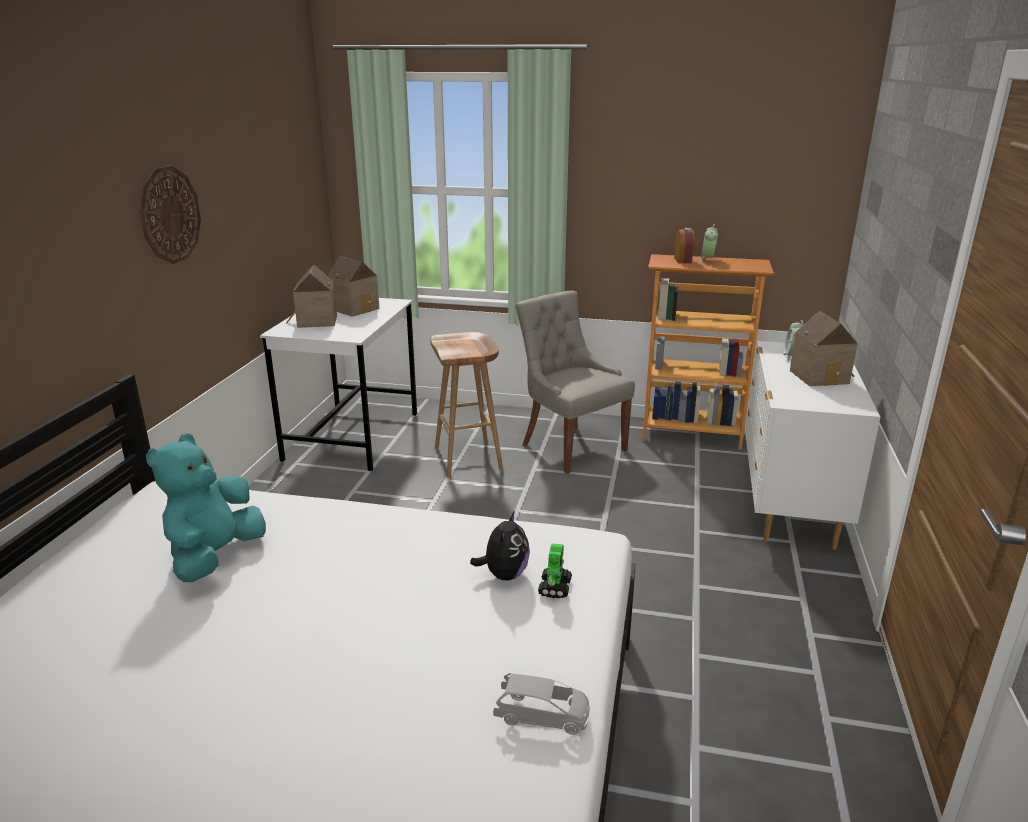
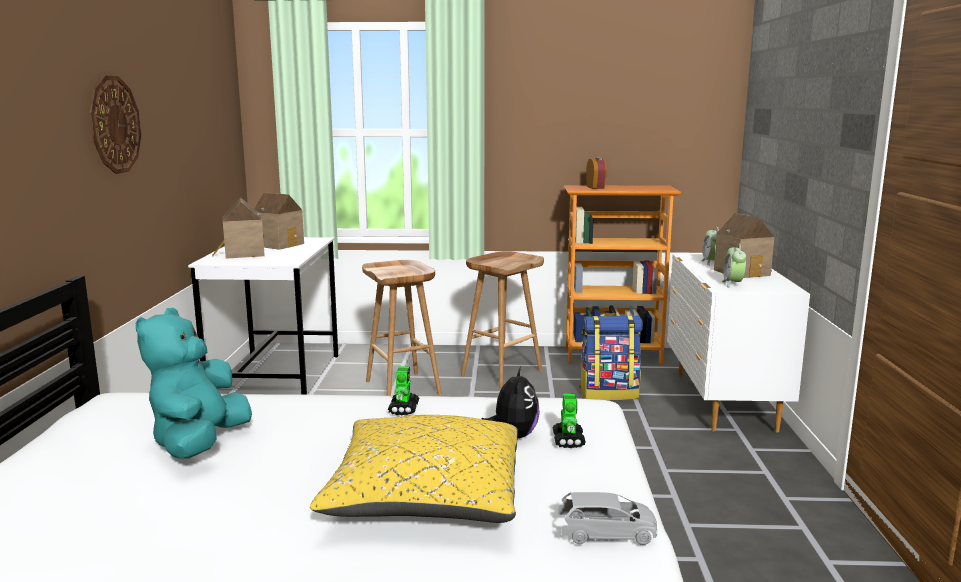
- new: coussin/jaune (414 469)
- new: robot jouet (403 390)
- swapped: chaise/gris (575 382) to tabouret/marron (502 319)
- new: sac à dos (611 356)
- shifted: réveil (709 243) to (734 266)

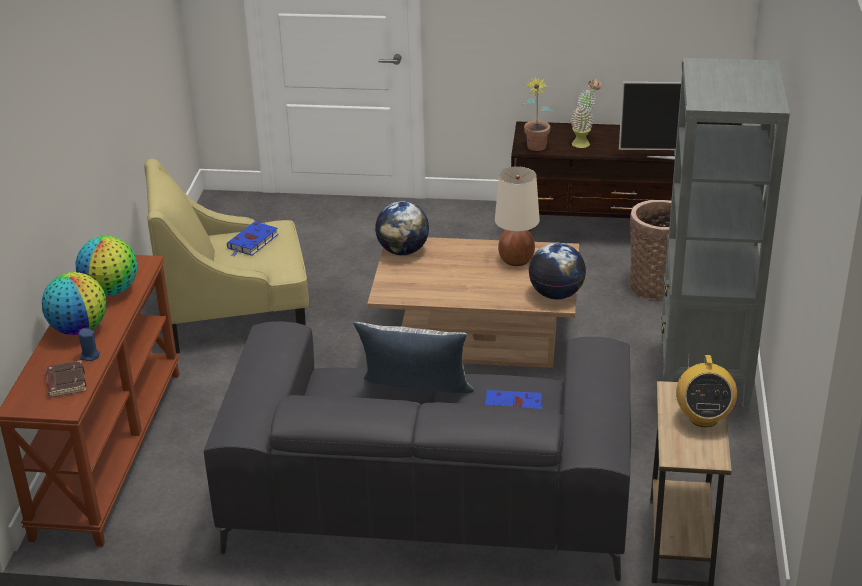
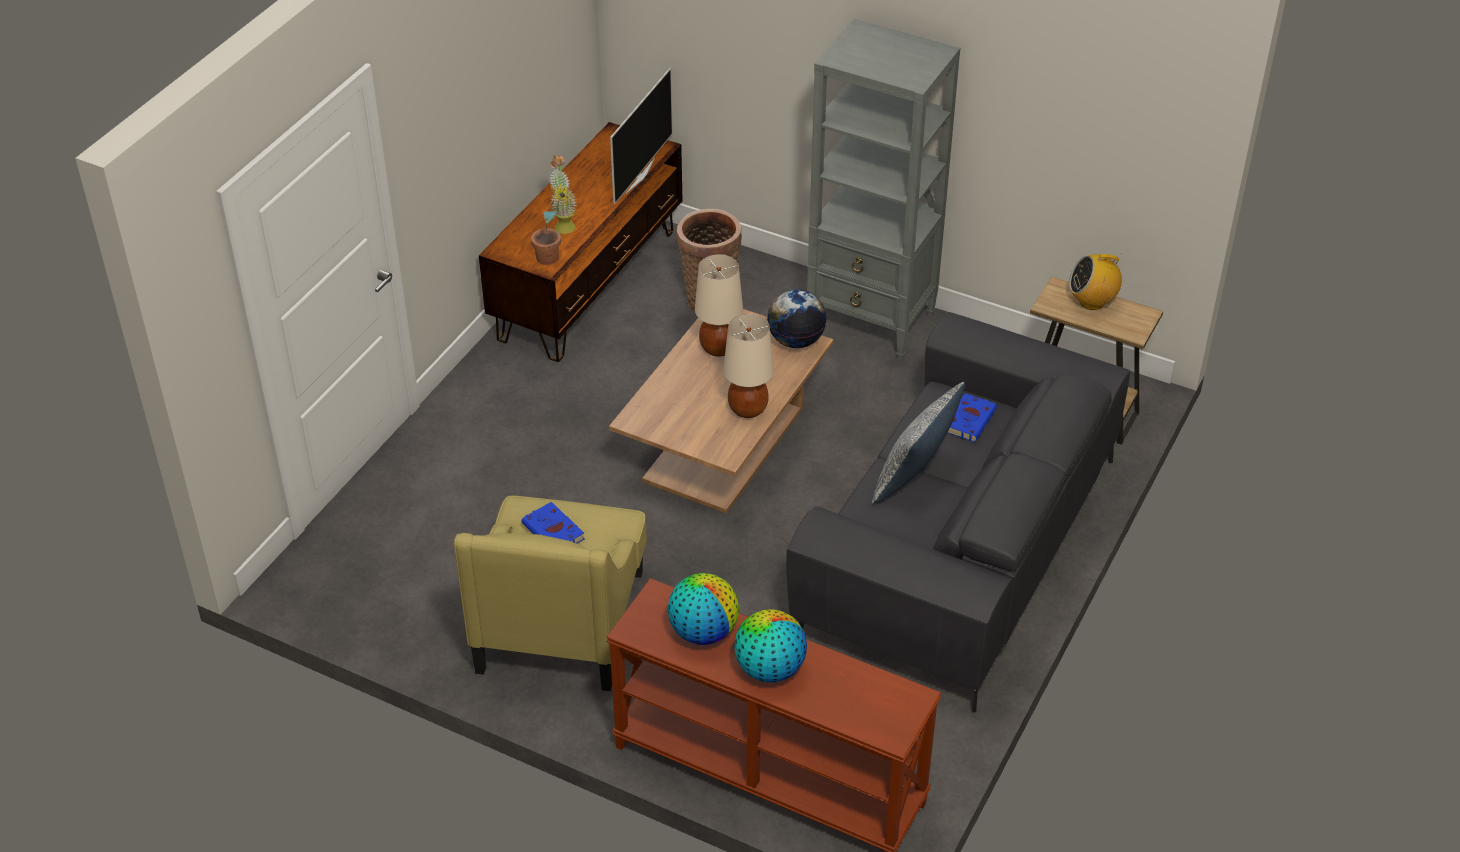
- new: lampe de table/beige (748 366)
- rotated: radio (706 391) = (1095 281) 150 degrees clockwise
- gone: livre/marron (66 378)
- gone: bougie/bleu (89 344)
- gone: globe (402 228)

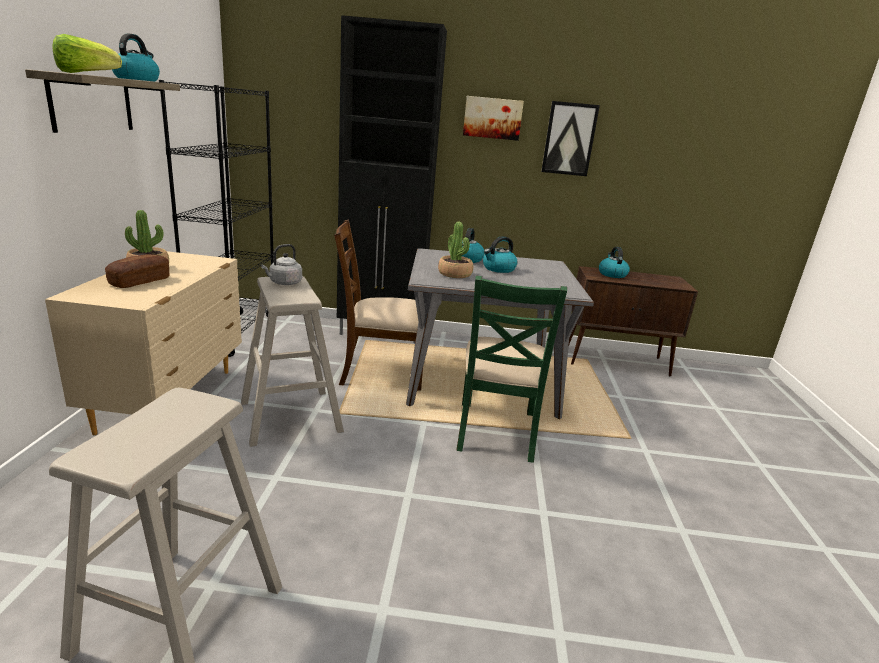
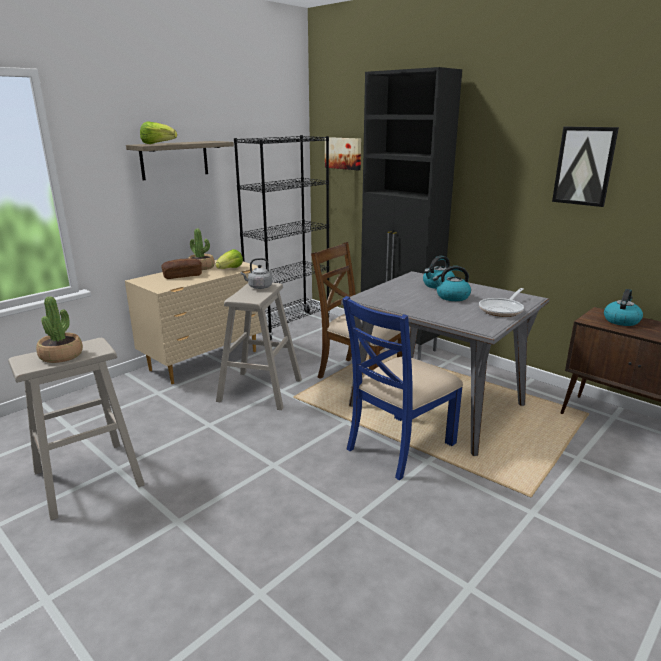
- shifted: plante en pot (455 250) to (59 329)
- new: laitue (229 259)
- shifted: tableau (493 118) to (343 153)
- repainted: chaise/vert (511 369) to chaise/bleu (402 388)
- new: poêle (501 302)
- gone: bouilloire (136 57)

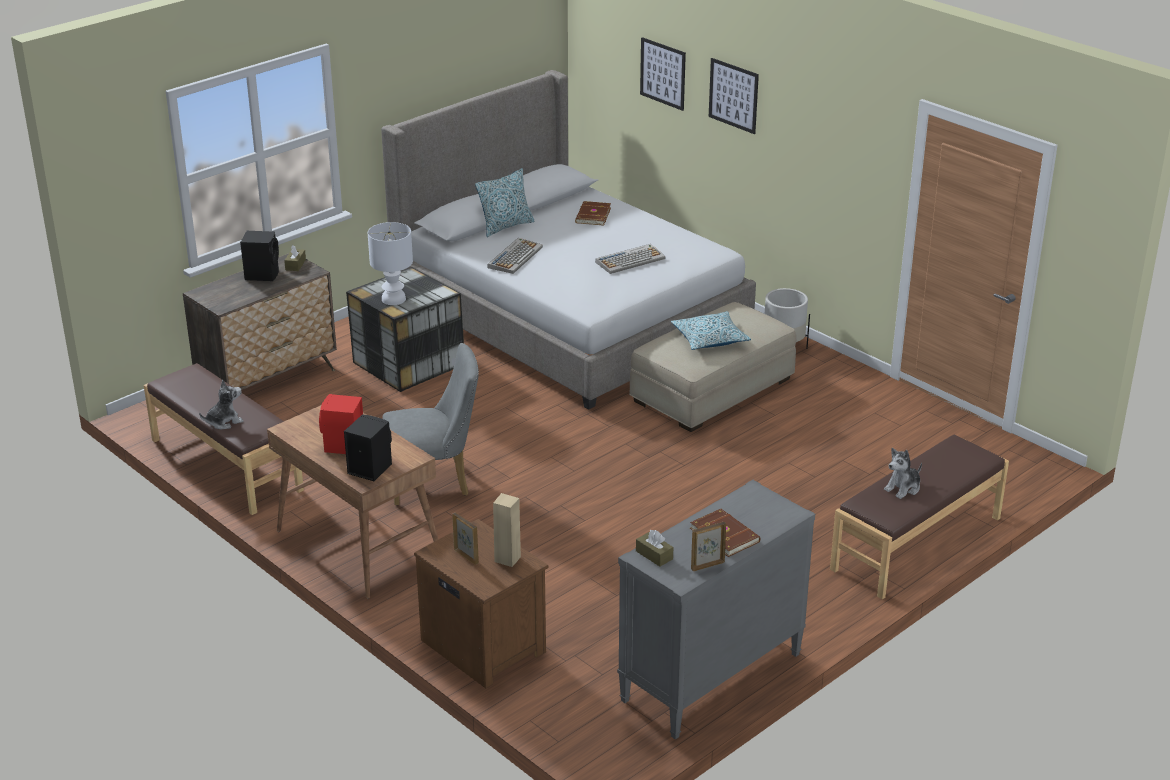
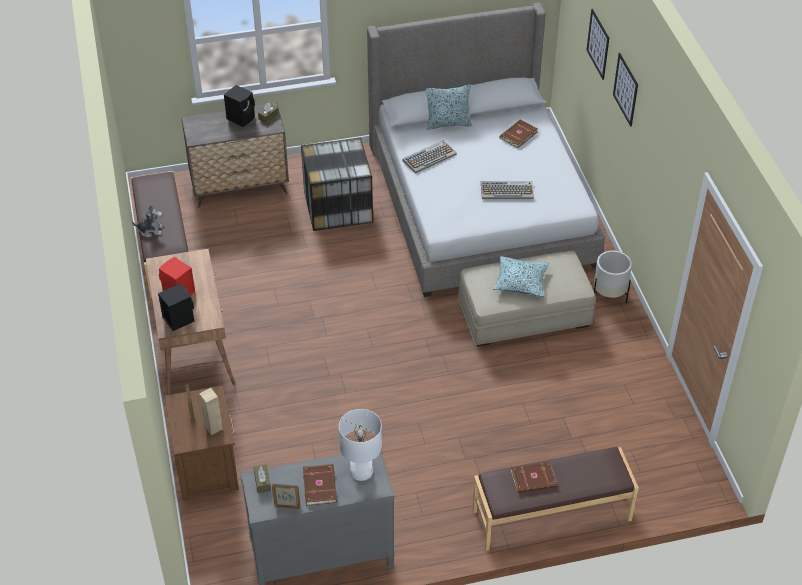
- shifted: lampe de table/blanc (390 263) to (360 445)
- swapped: peluche (903 473) to livre/marron (534 477)
- gone: chaise/gris (430 424)

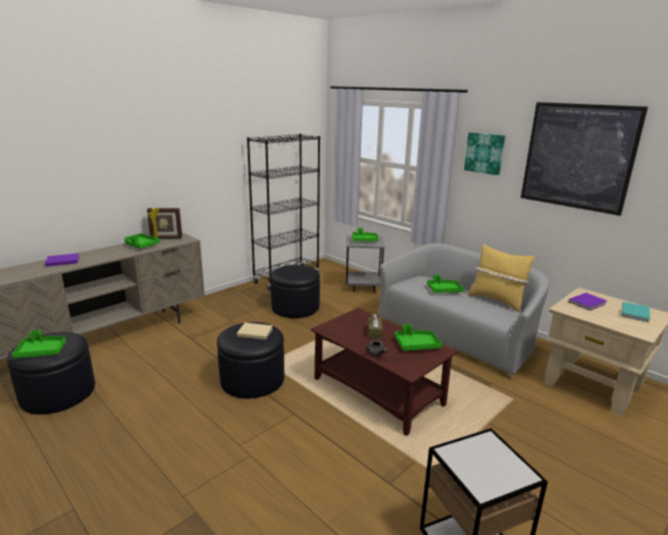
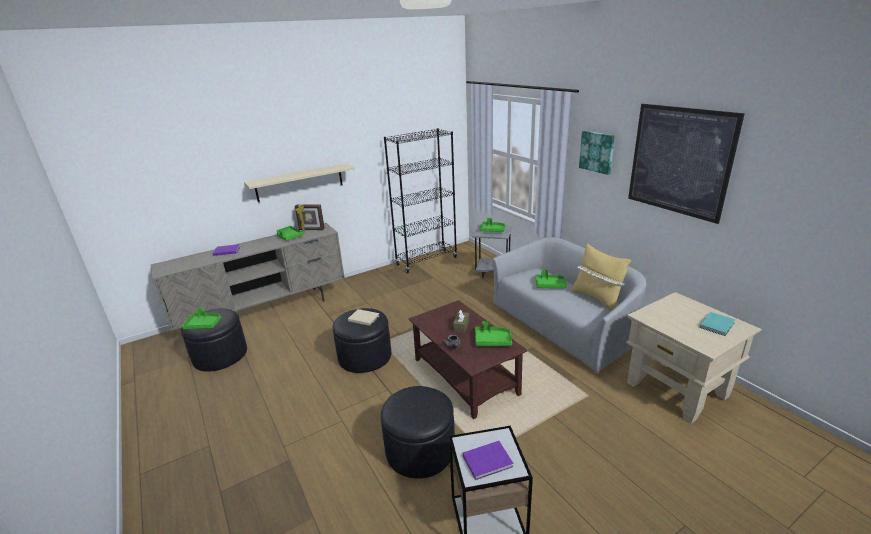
- new: étagère/beige (299 182)
- shifted: pouf/noir (295 291) to (417 432)
- shifted: livre/violet (588 302) to (488 460)

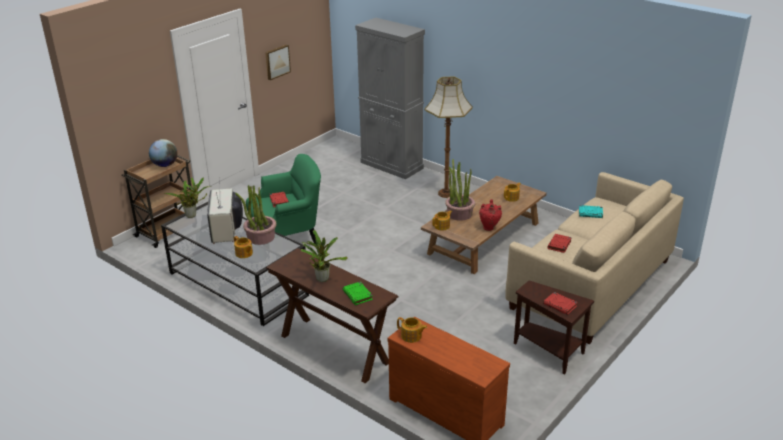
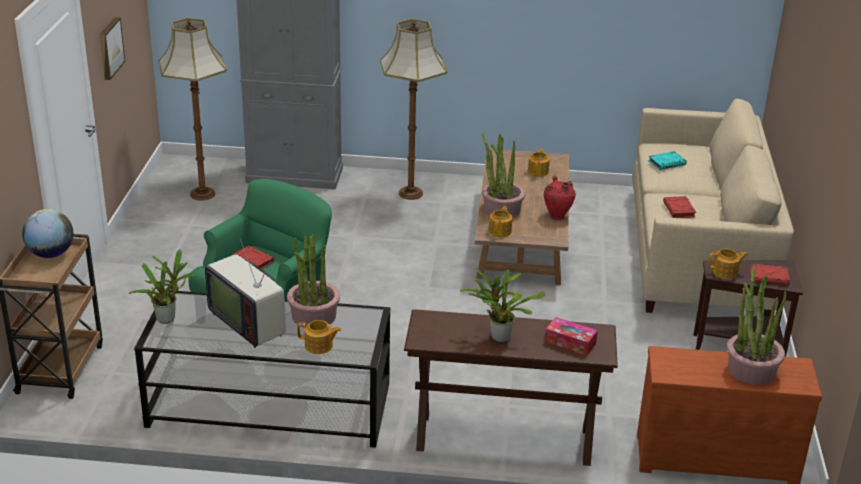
- new: lampadaire (192 109)
- swapped: livre/vert (358 293) to boîte à mouchoirs (571 336)
- shifted: théière (412 330) to (728 264)
- new: plante en pot (756 326)

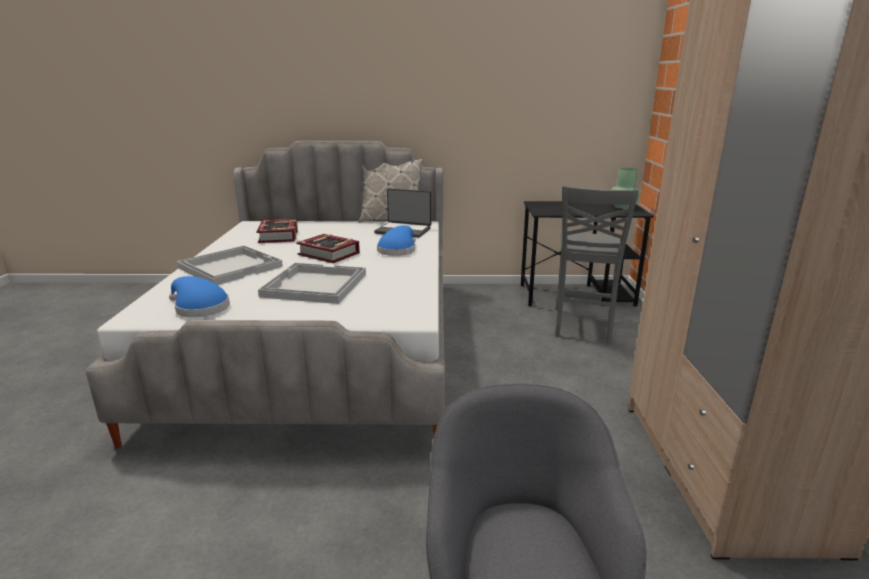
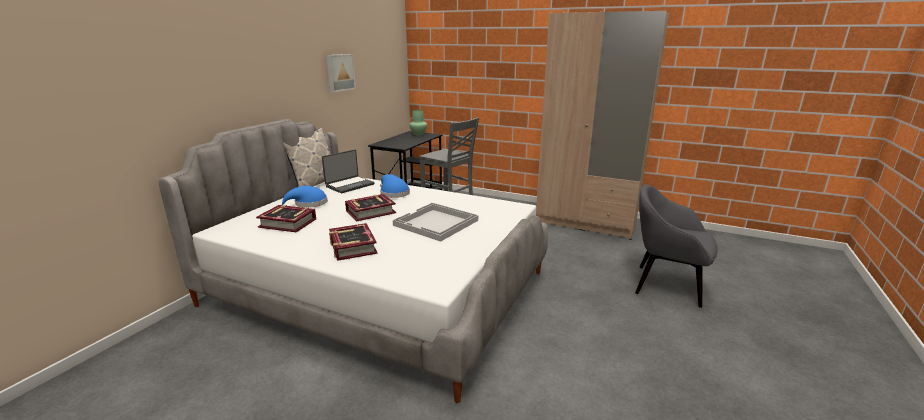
- shifted: chapeau/bleu (199 296) to (305 197)
- new: tableau (341 73)
- swapped: plateau/blanc (230 265) to livre (353 242)

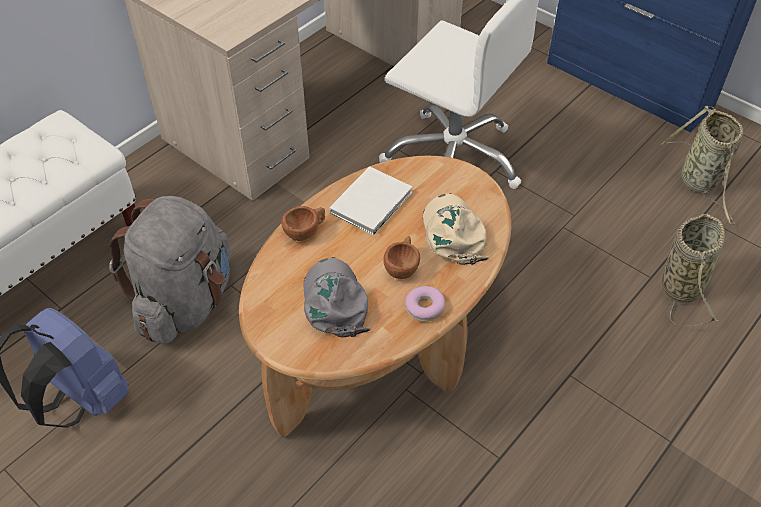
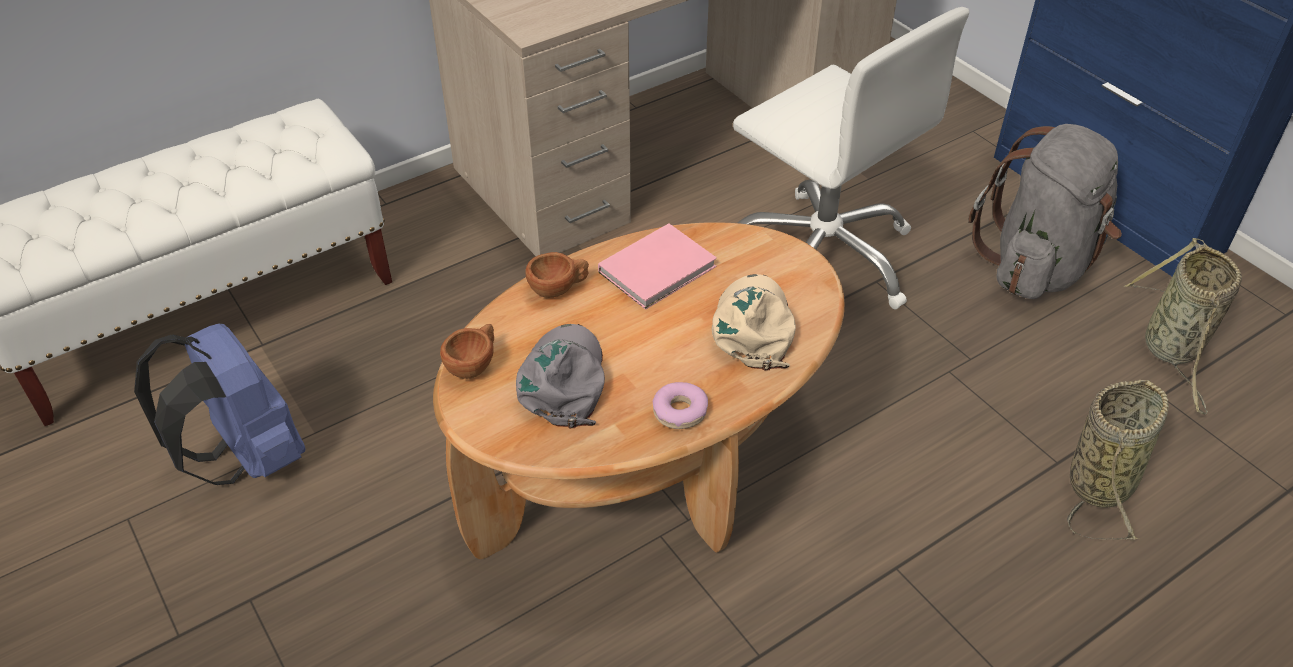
- shifted: tasse/marron (401 257) to (467 351)
- repainted: livre/blanc (371 200) to livre/rose (657 266)
- shifted: sac à dos/gris (170 270) to (1045 211)

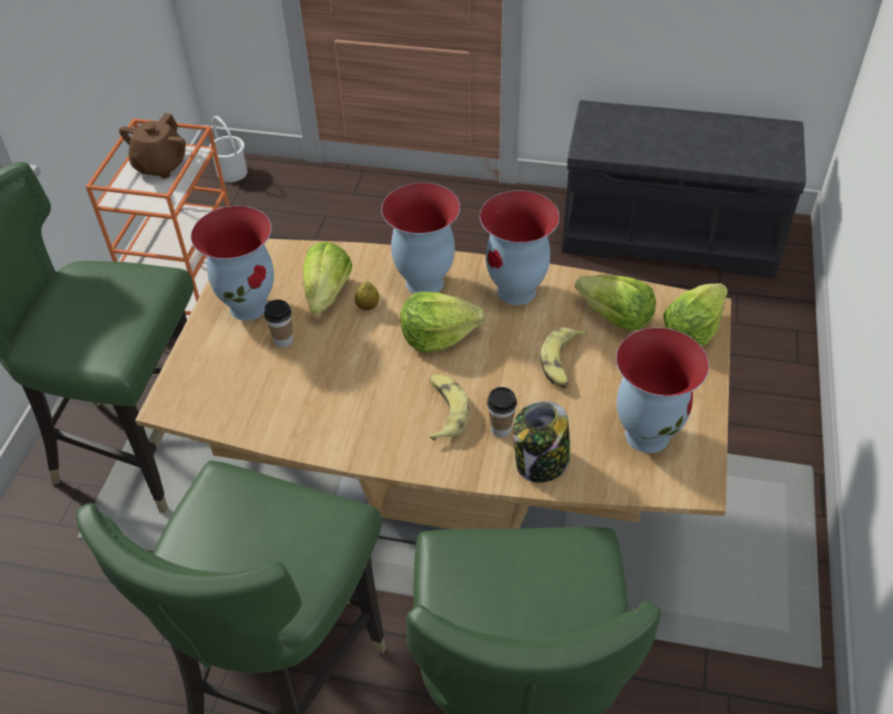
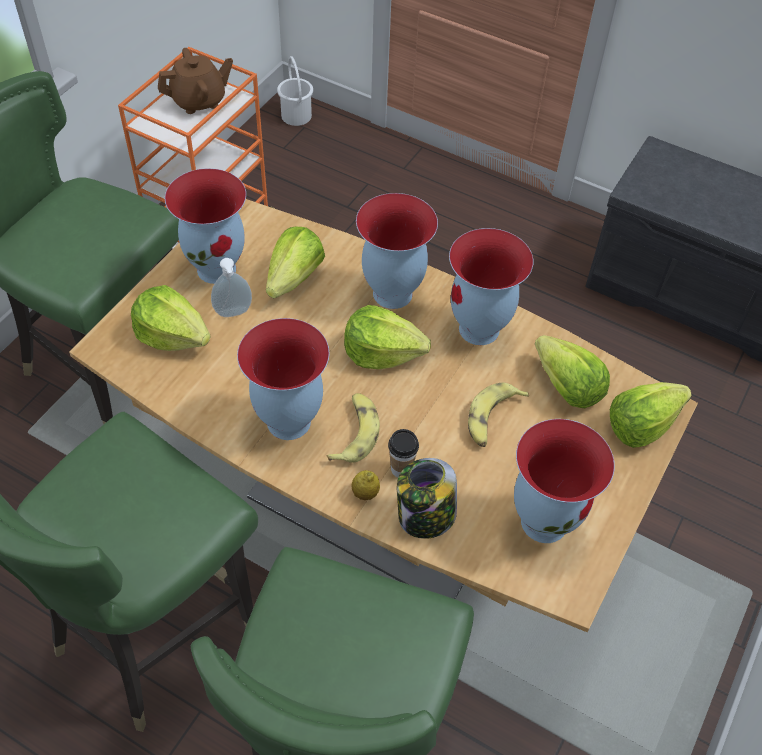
- new: laitue (171 318)
- rotated: théière/marron (152 146) = (195 81) 150 degrees counterclockwise
- swapped: tasse (278 324) to distributeur de savon (231 287)
- new: vase (283 379)
- shifted: citron (367 296) to (365 485)

